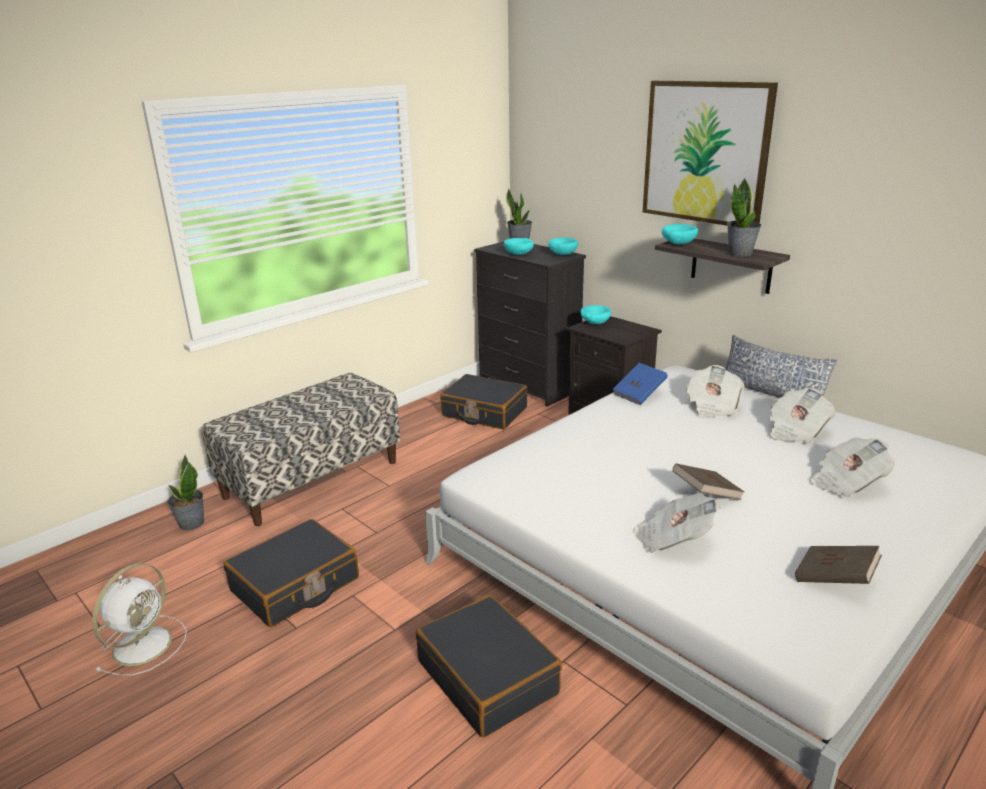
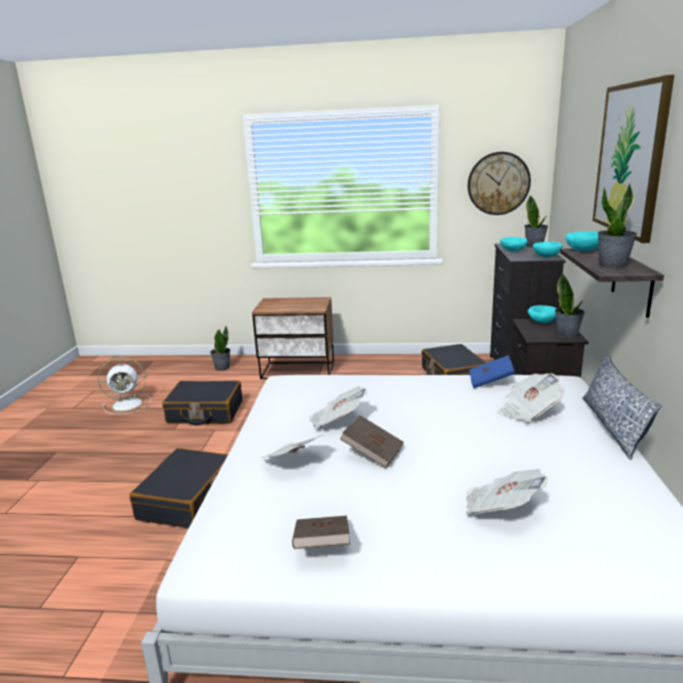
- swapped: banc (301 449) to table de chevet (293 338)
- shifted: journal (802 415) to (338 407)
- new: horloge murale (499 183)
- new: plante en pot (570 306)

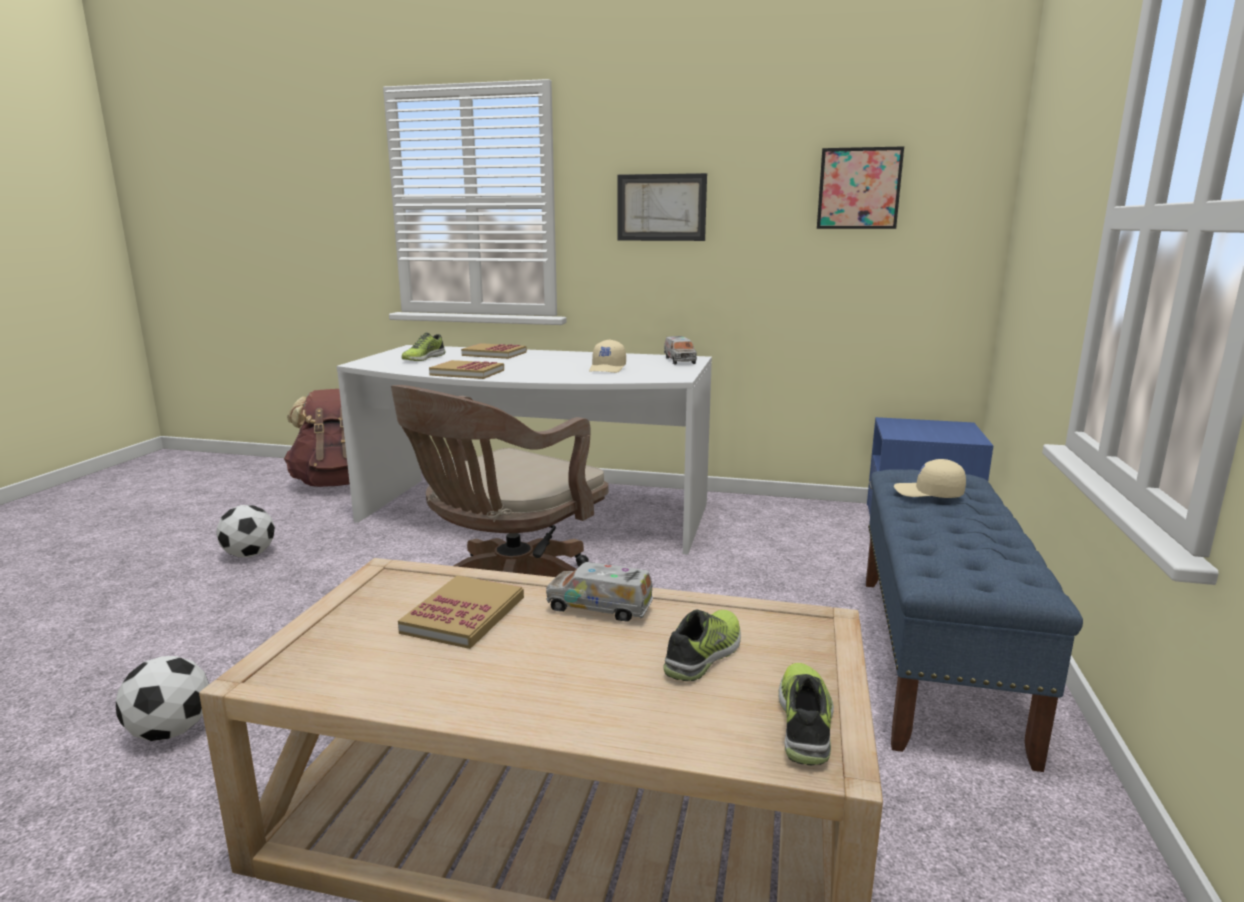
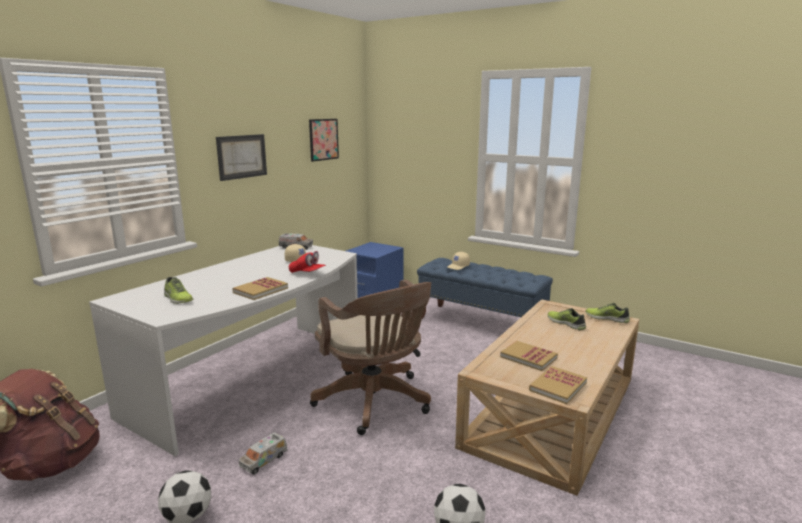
- shifted: camion jouet (599 591) to (263 453)
- new: casquette/rouge (307 262)
- shifted: livre (494 351) to (558 385)

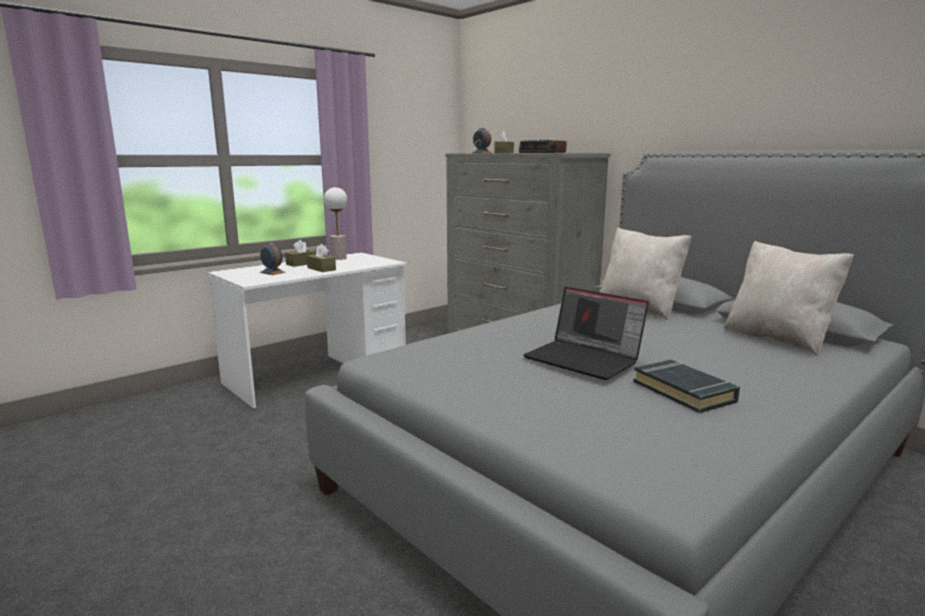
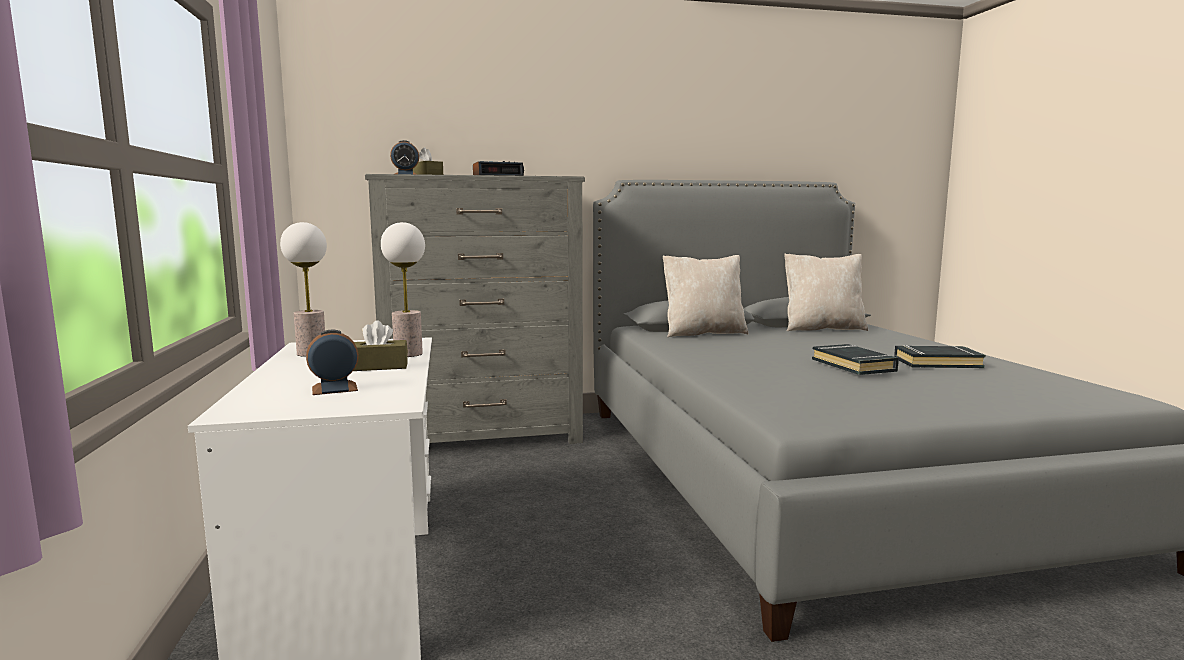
- new: lampe de table (403 289)
- swapped: ordinateur portable (586 333) to livre/noir (855 359)
- gone: boîte à mouchoirs/marron (300 253)

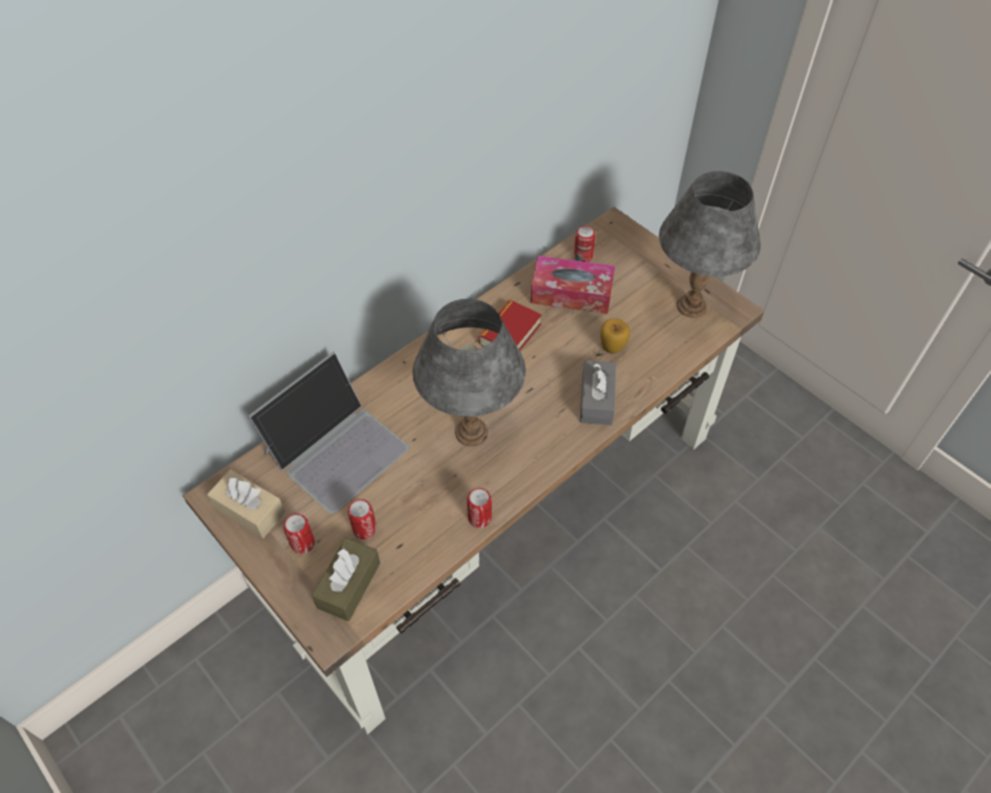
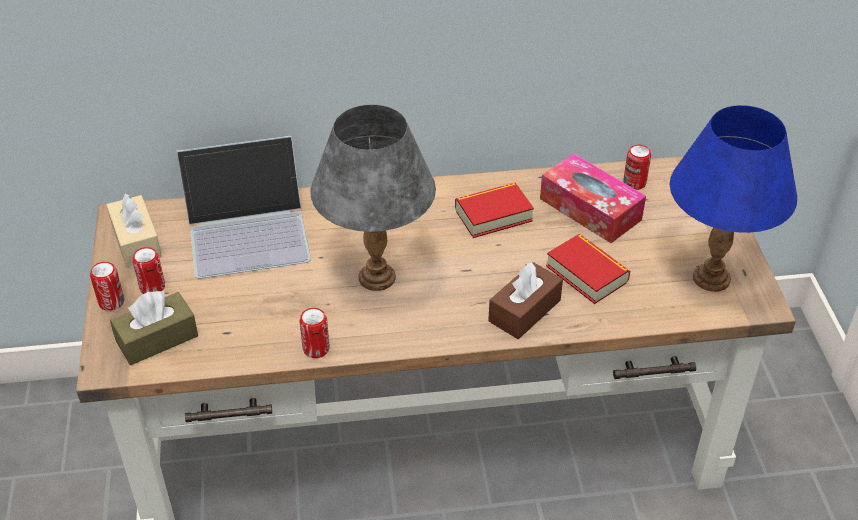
- shifted: boîte métallique (362 519) to (107 286)
- repainted: boîte à mouchoirs/gris (598 392) to boîte à mouchoirs/marron (525 300)
- swapped: pomme (615 336) to livre (588 269)
- repainted: lampe de table/gris (710 244) to lampe de table/bleu (733 198)

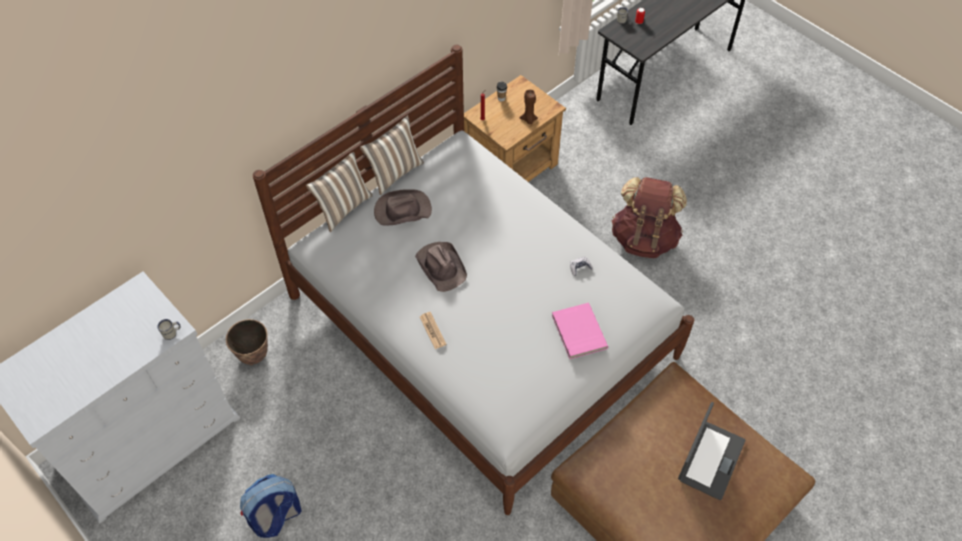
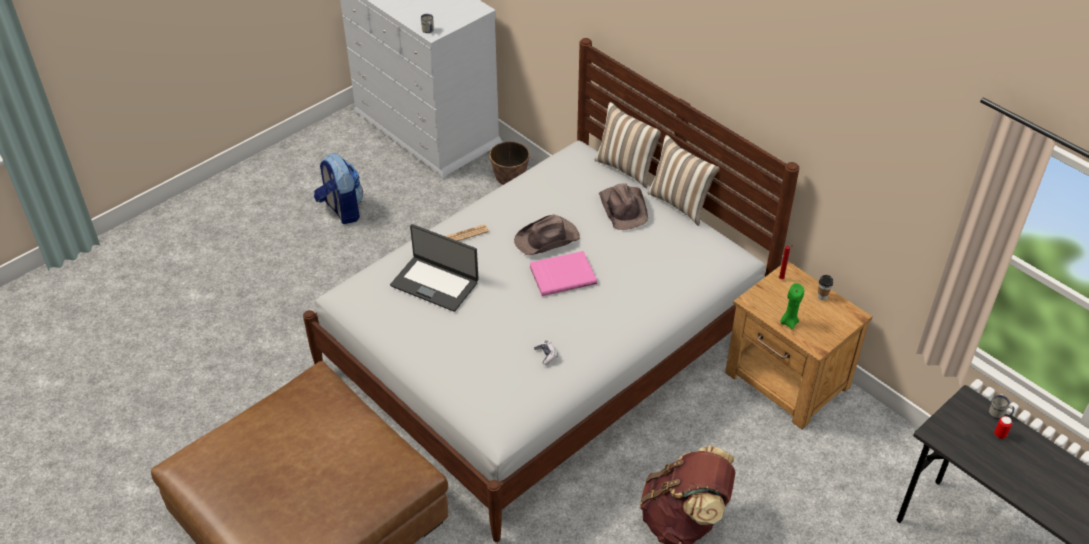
- shifted: ordinateur portable (712 451) to (434 268)
- shifted: livre/rose (580 331) to (563 273)
- repainted: bougie/marron (529 107) to bougie/vert (792 306)

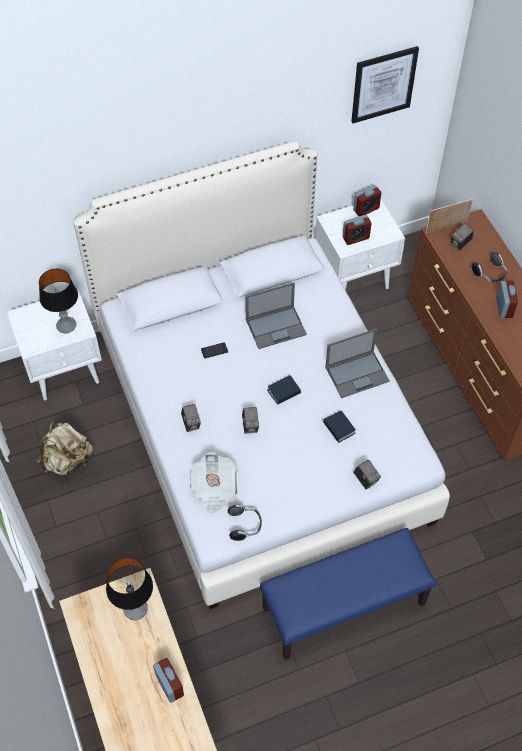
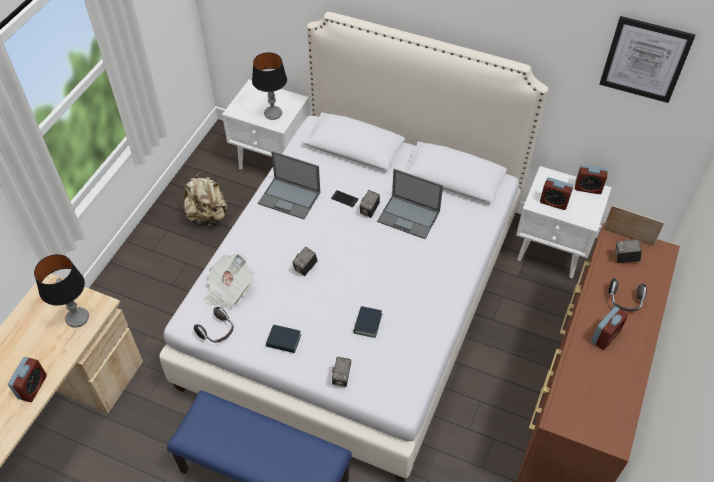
- shifted: ordinateur portable (357 363) to (289 185)
- shifted: livre (284 390) to (283 339)
- shifted: appareil photo (191 418) to (370 204)

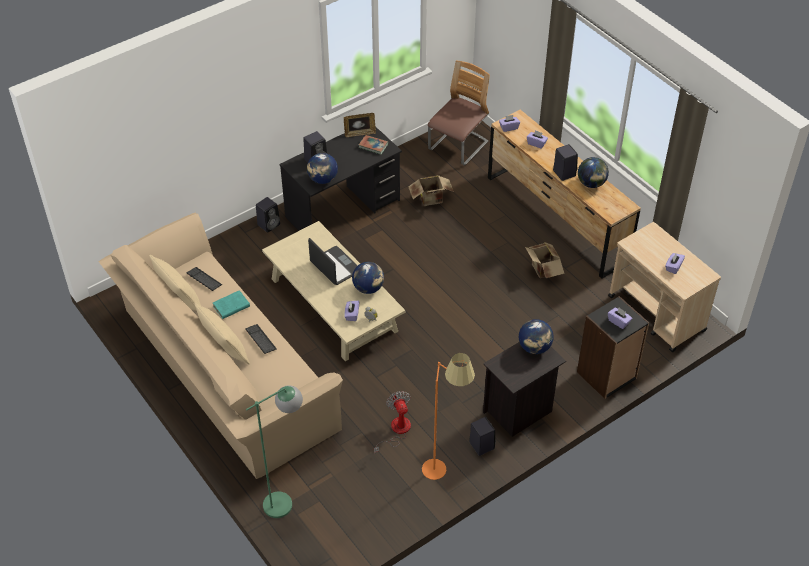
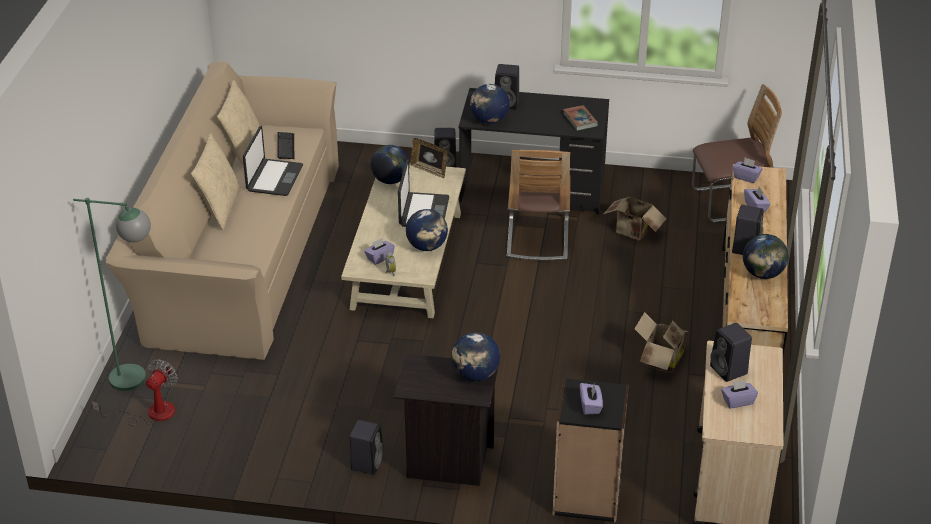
- shifted: ventilateur (392 422) to (135 392)
- swapped: livre/turquoise (231 304) to ordinateur portable (273 161)
- new: globe (390 164)
- shifted: cadre photo (360 125) to (428 158)
- new: chaise (539 205)
- new: enceinte/noir (731 352)
- gone: clavier (261 339)
- gone: lampadaire/orange (448 416)

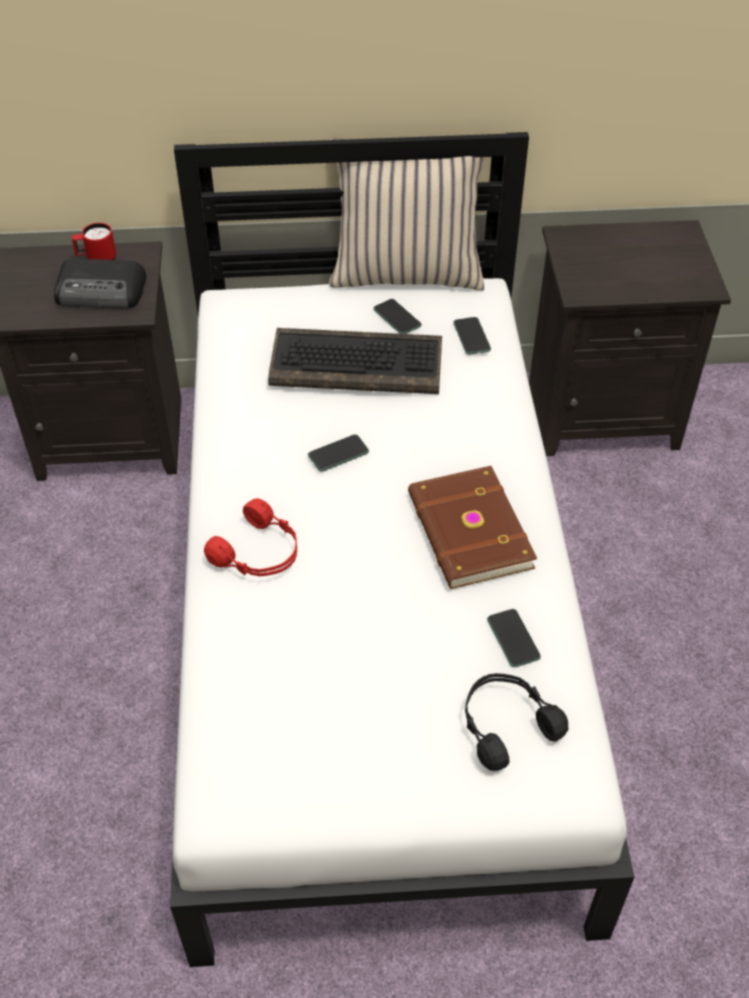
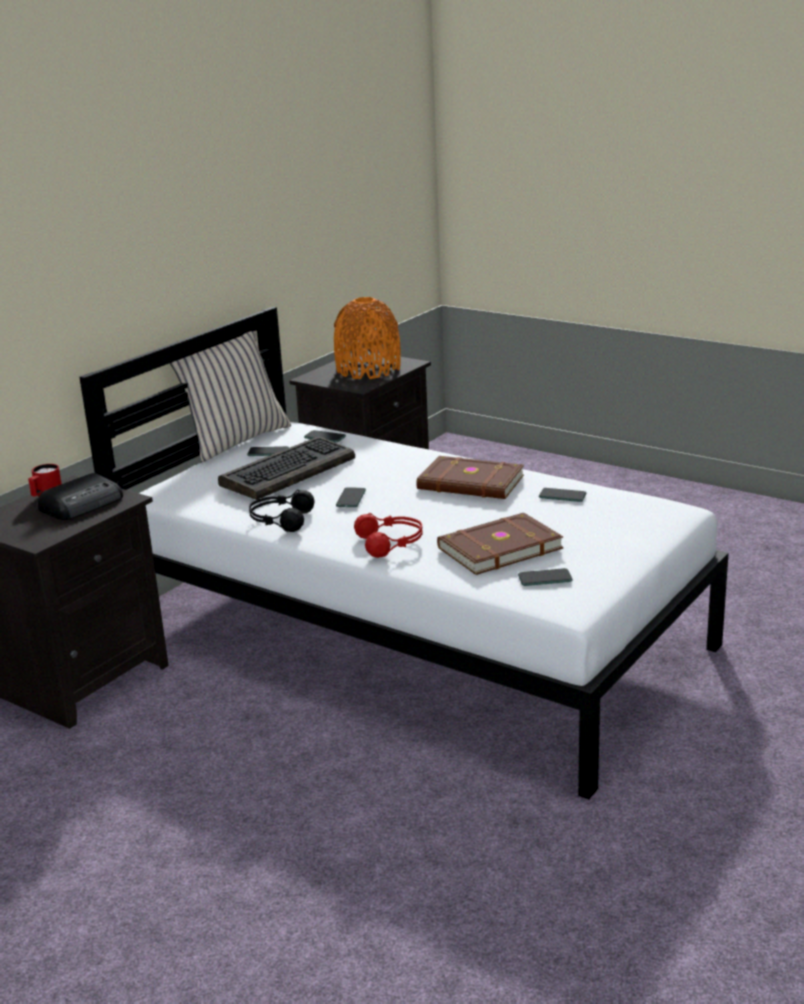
- shifted: casque audio/noir (516 722) to (282 511)
- new: vase/orange (367 338)
- new: livre/marron (500 544)
- new: téléphone (545 577)

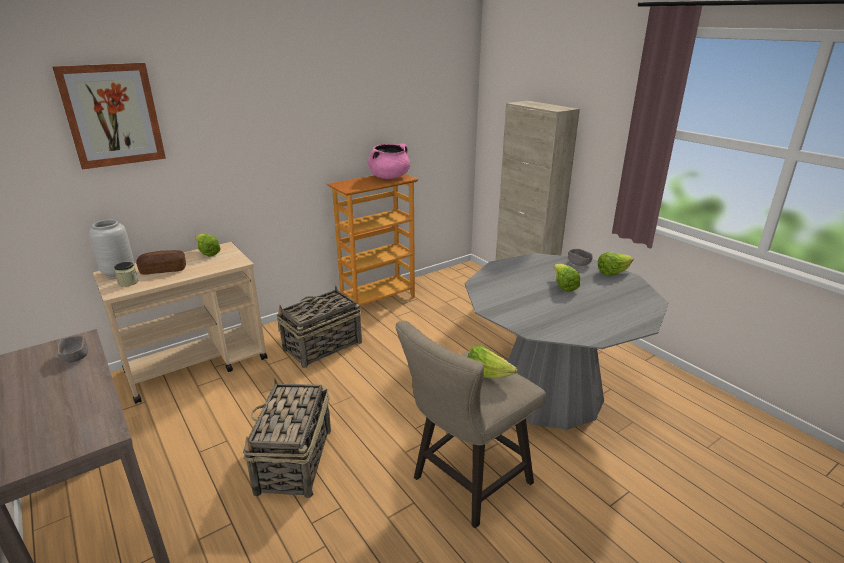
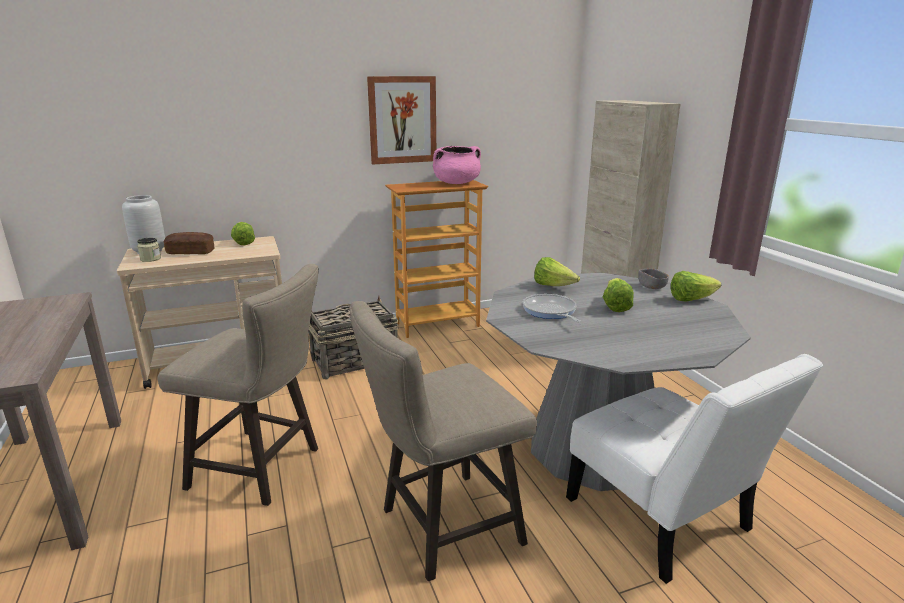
- swapped: panier (287 438) to tabouret/beige (238 385)
- shifted: tableau (109 116) to (401 120)
- new: poêle (551 308)
- shifted: laitue (492 361) to (557 271)
- new: chaise/blanc (694 469)
- gone: bol/gris (72 349)

